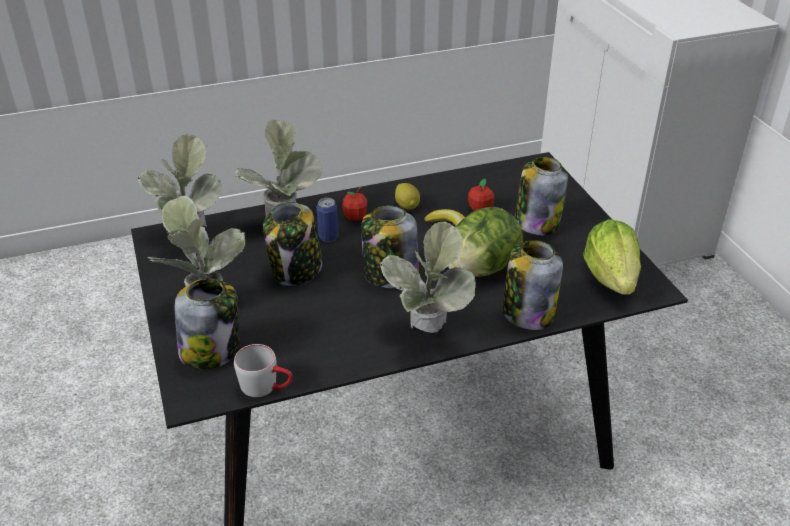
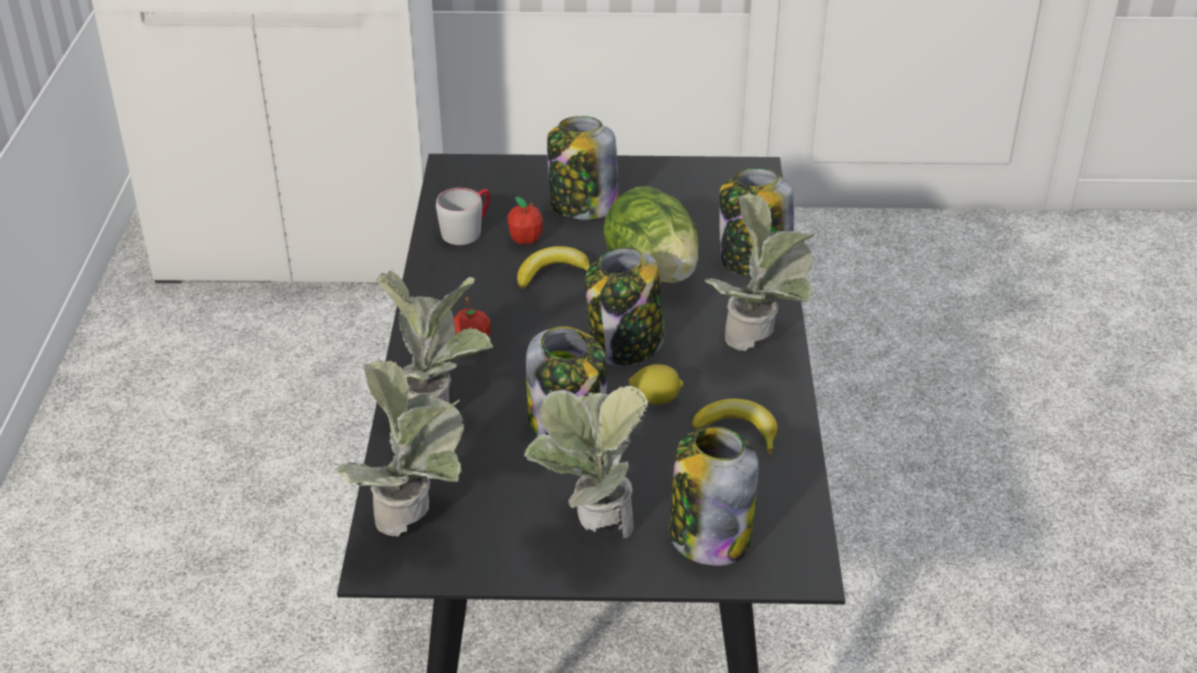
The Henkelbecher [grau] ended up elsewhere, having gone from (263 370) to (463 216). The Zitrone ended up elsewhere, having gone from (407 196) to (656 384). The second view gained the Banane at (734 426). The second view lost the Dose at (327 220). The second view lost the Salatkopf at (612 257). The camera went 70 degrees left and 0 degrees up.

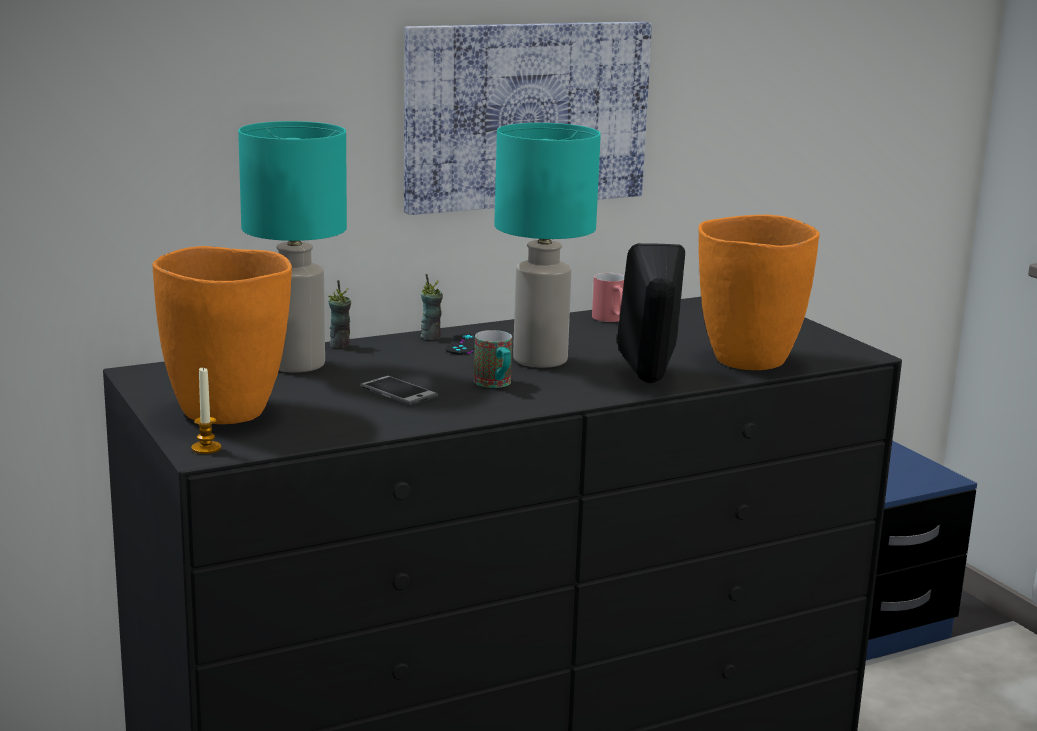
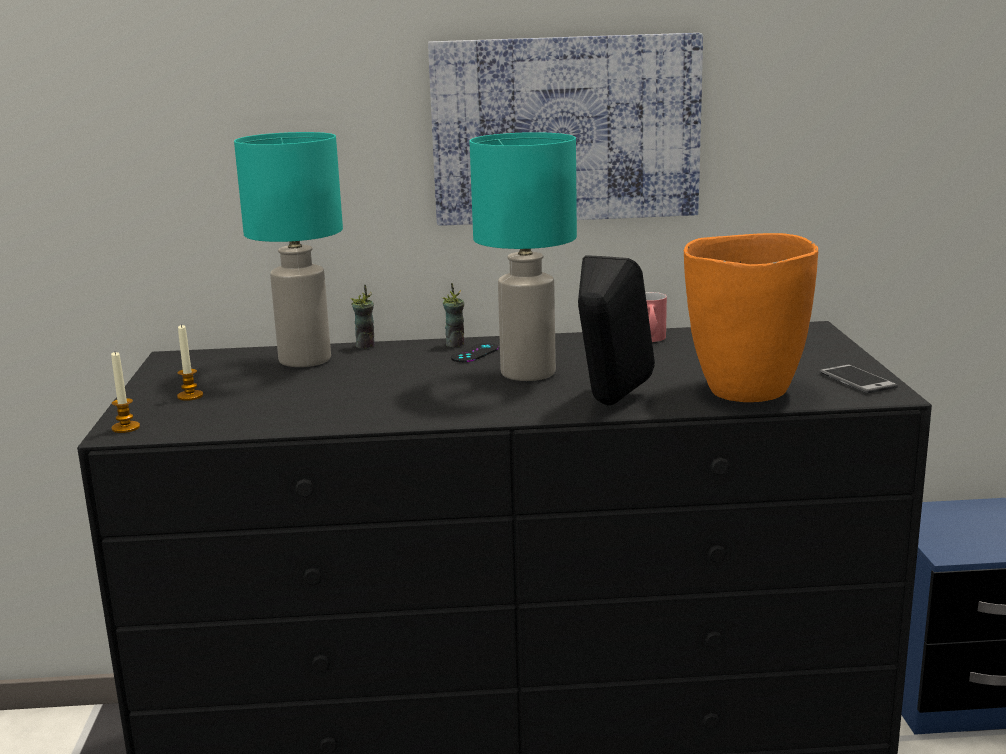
Where the Vase [orange] stood at (222 335), the Kerze came to stand at (190 362). The Handy ended up elsewhere, having gone from (399 391) to (858 379). The second view lost the Henkelbecher at (493 359). The camera went 25 degrees right and 0 degrees up.

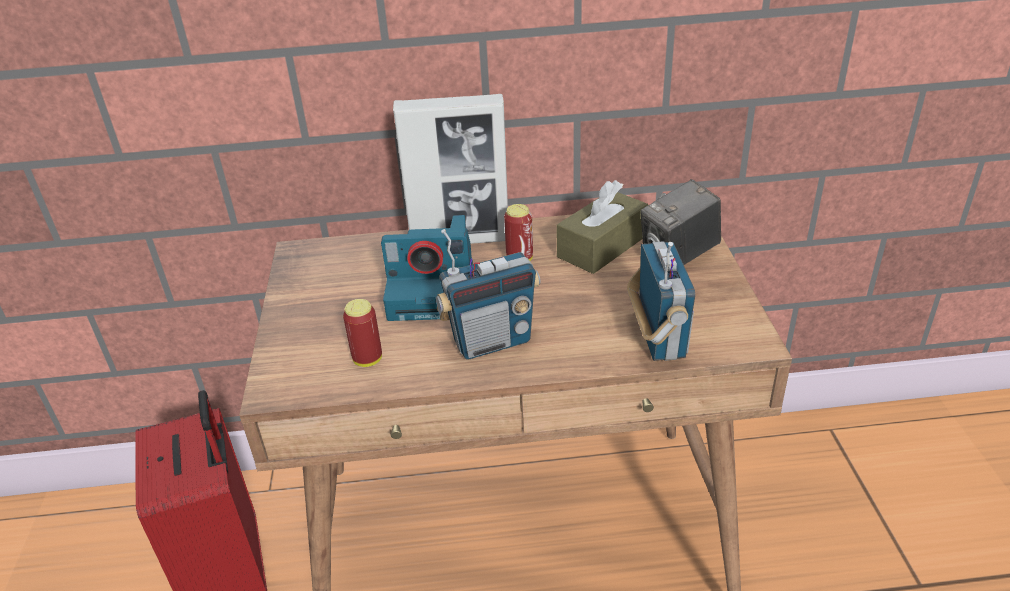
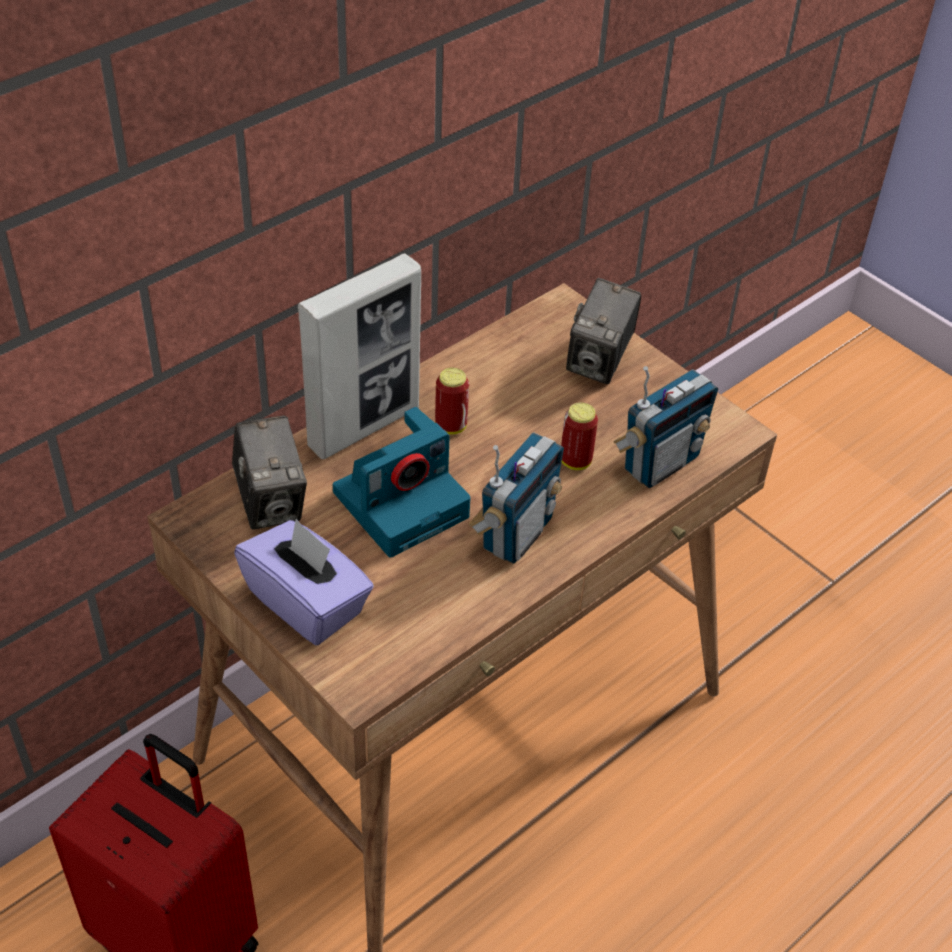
The second view gained the Kamera at (269 472). The second view gained the Taschentuchbox [lila] at (304 581). The Dose ended up elsewhere, having gone from (362 333) to (579 436). The Radio at (661 301) ended up facing another way, 90 degrees clockwise from before. The second view lost the Taschentuchbox [braun] at (602 227). The camera went 40 degrees left and 10 degrees up.

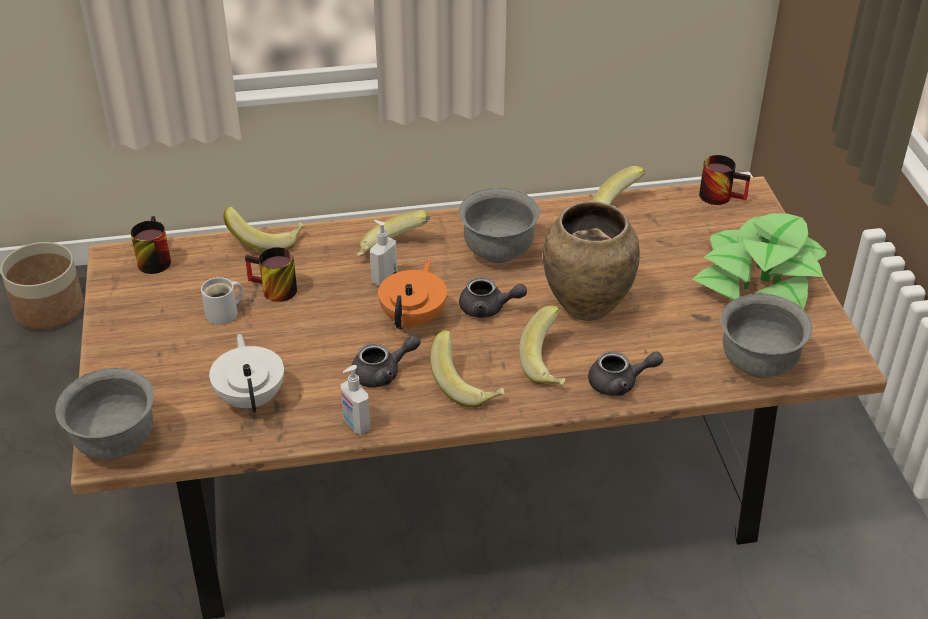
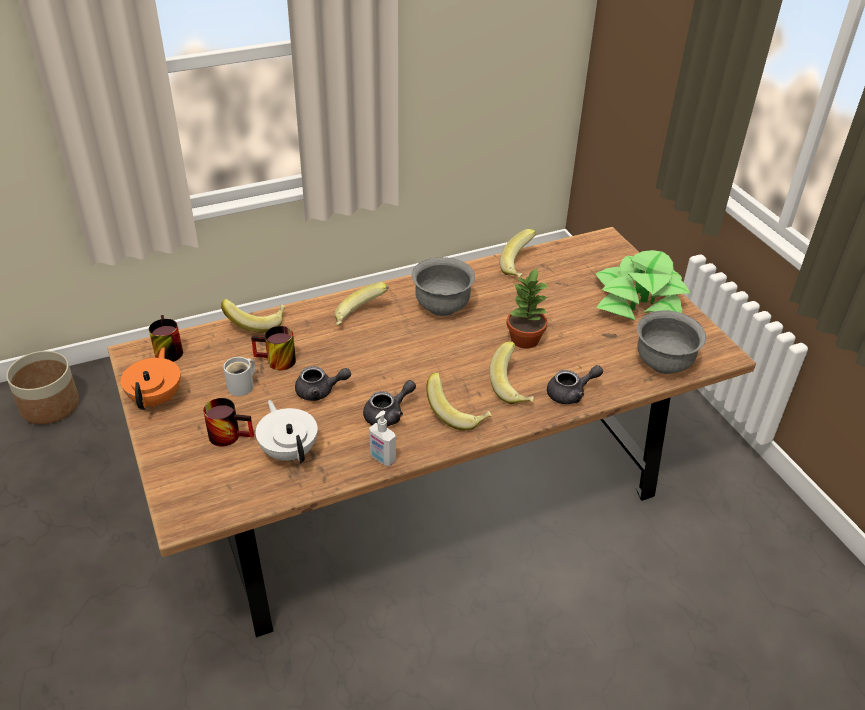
The Teekanne [orange] ended up elsewhere, having gone from (412 294) to (151 378). The Henkelbecher ended up elsewhere, having gone from (725 180) to (228 422). The Teekanne [grau] ended up elsewhere, having gone from (493 297) to (323 383). Where the Vase [braun] stood at (591 261), the Topfpflanze came to stand at (527 308). The second view lost the Schüssel [grau] at (104 413). The second view lost the Seifenspender at (384 253). The camera went 15 degrees left and 0 degrees up.

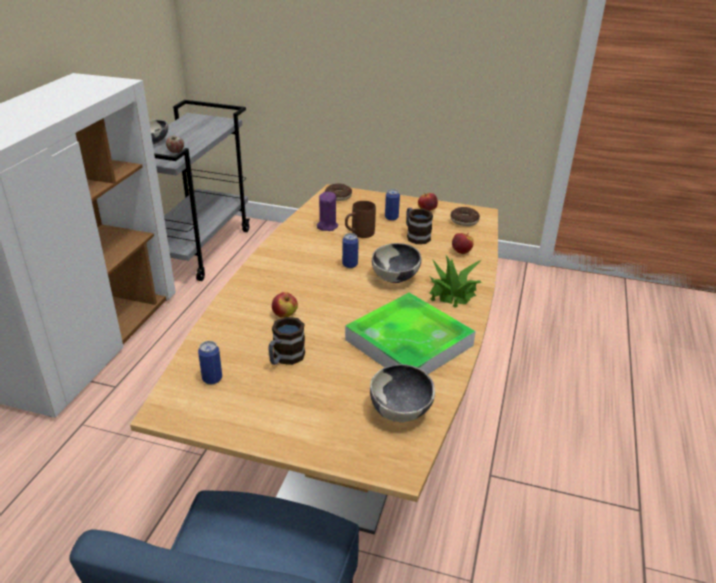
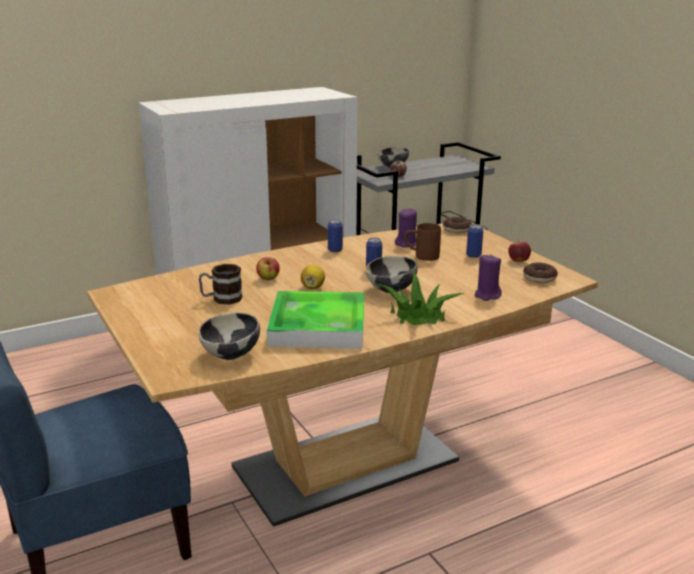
The second view gained the Zitrone at (313 277). The Dose ended up elsewhere, having gone from (210 362) to (335 235). Where the Apfel stood at (463 243), the Kerze [lila] came to stand at (488 277). The second view lost the Henkelbecher at (419 226). The camera went 45 degrees right and 10 degrees down.

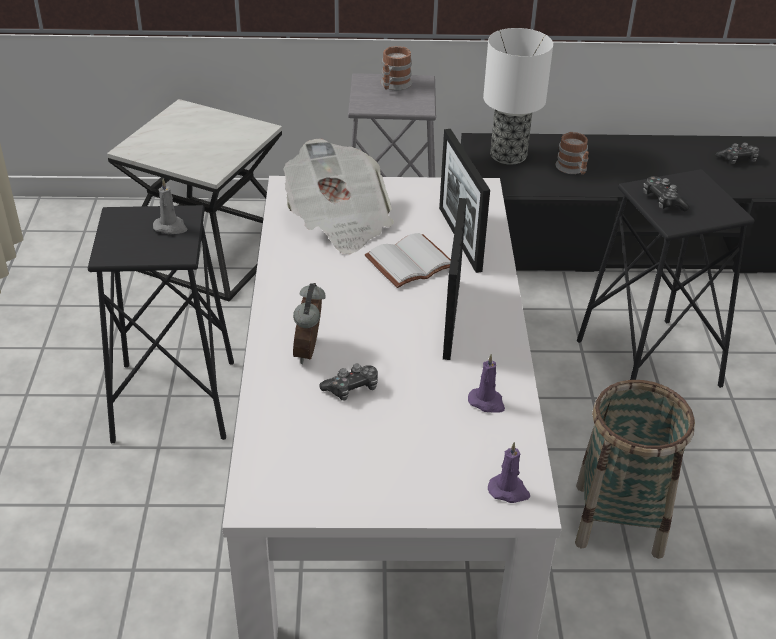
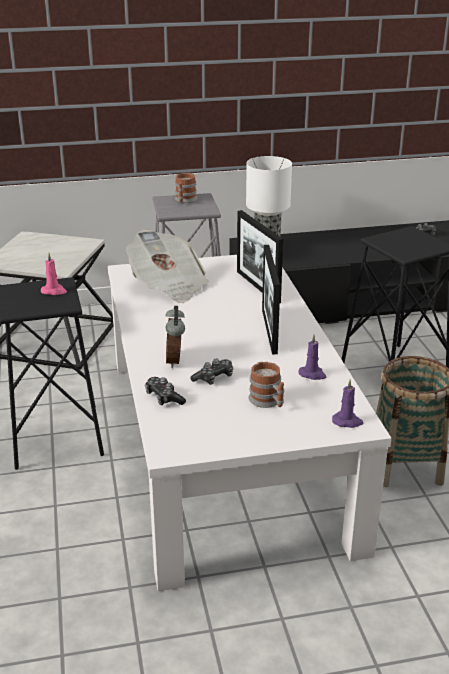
What was the Kerze [grau] at (170 206) turned into the Kerze [rosa] at (54 274). The Gamepad ended up elsewhere, having gone from (666 193) to (165 391). The Henkelbecher ended up elsewhere, having gone from (572 153) to (266 385). The second view lost the Buch [weiß] at (408 260). The camera went 10 degrees left and 10 degrees down.

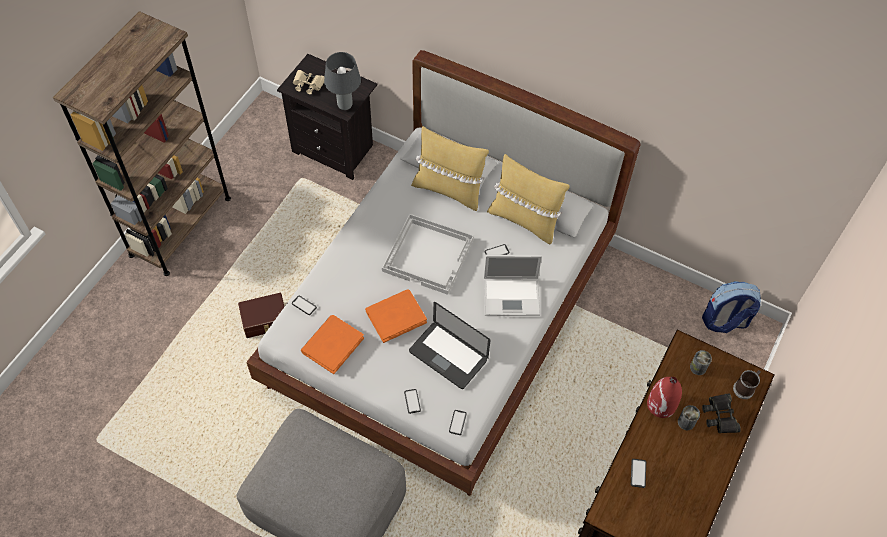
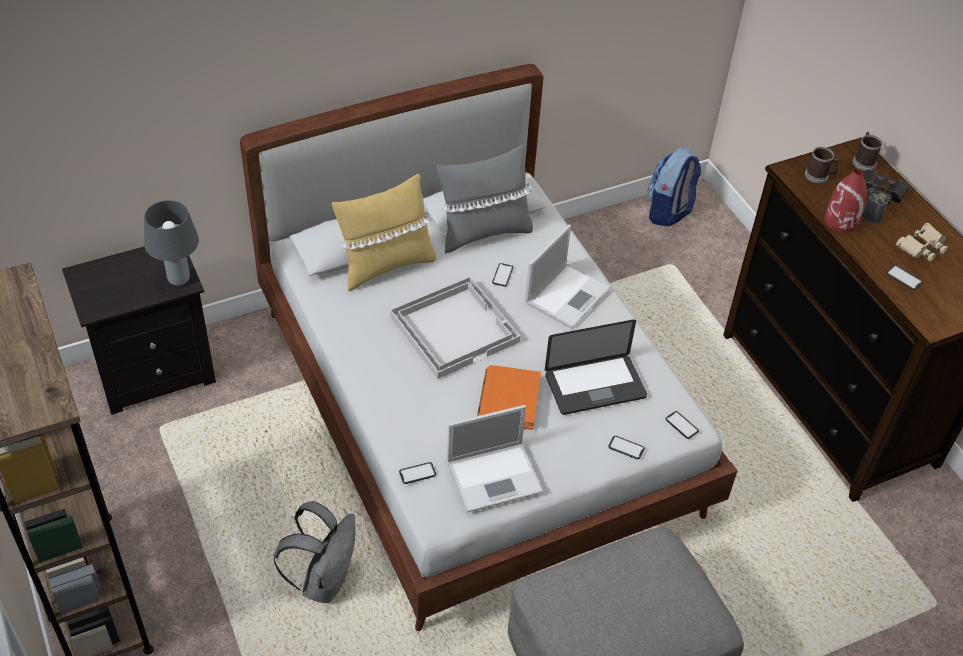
Where the Aufbewahrungsbox [braun] stood at (261 315), the Rucksack [grau] came to stand at (314 552). What was the Kissen [gelb] at (528 199) turned into the Kissen [grau] at (485 199). Where the Buch [orange] stood at (332 344), the Laptop came to stand at (495 459). Where the Dose stood at (701 362), the Henkelbecher came to stand at (822 165). The Fernglas [beige] ended up elsewhere, having gone from (308 82) to (922 242). The camera went 55 degrees left and 10 degrees down.

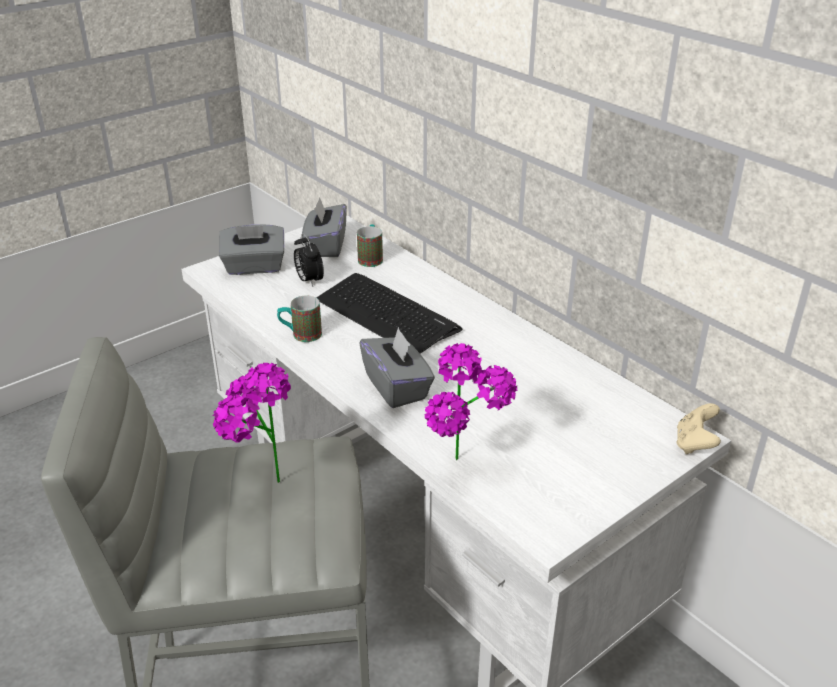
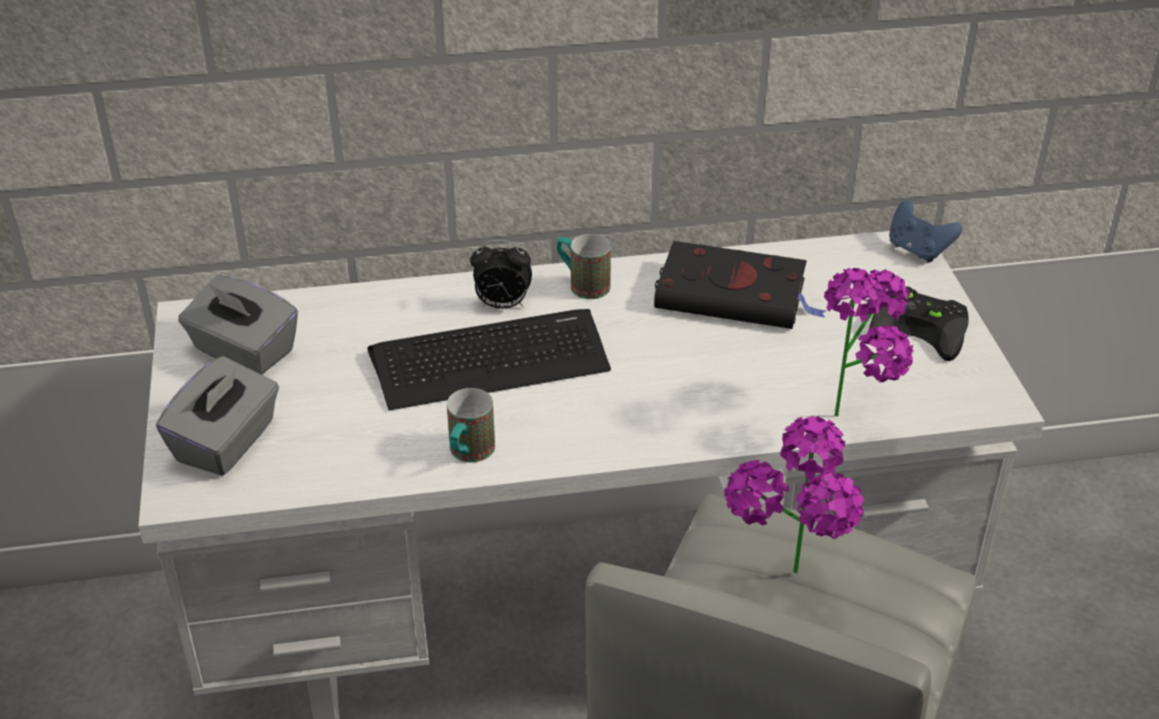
The Wecker ended up elsewhere, having gone from (309 260) to (501 274). The Henkelbecher ended up elsewhere, having gone from (370 245) to (584 266). The second view gained the Buch [schwarz] at (740 285). The second view gained the Gamepad [schwarz] at (919 323). What was the Gamepad [beige] at (698 428) turned into the Gamepad [blau] at (925 231). The second view lost the Taschentuchbox [grau] at (397 367). The camera went 60 degrees left and 5 degrees up.

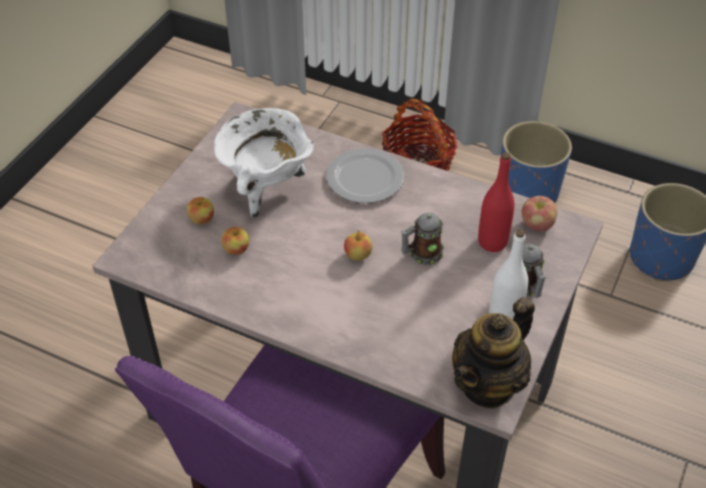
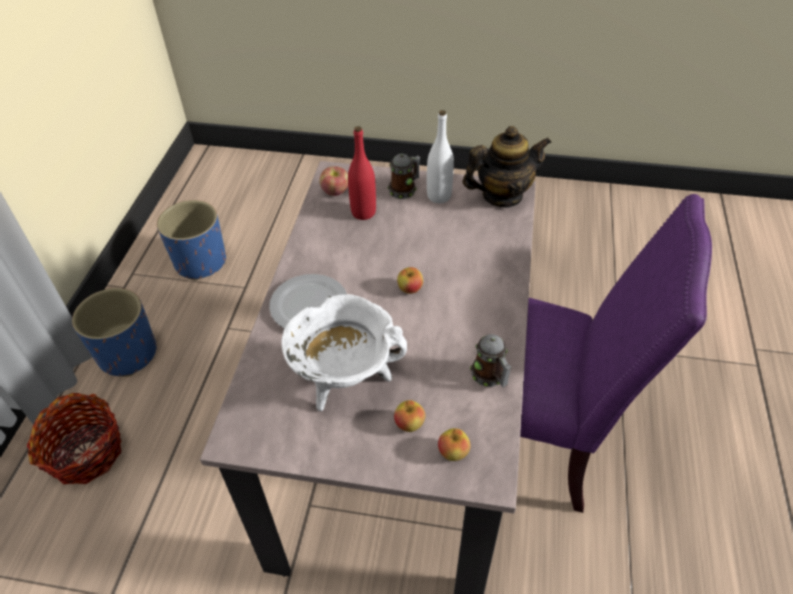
The Apfel ended up elsewhere, having gone from (235 241) to (454 444). The Teekanne at (493 353) ended up facing another way, 45 degrees counterclockwise from before. The Henkelbecher ended up elsewhere, having gone from (422 239) to (491 360). The camera went 105 degrees left and 0 degrees up.

